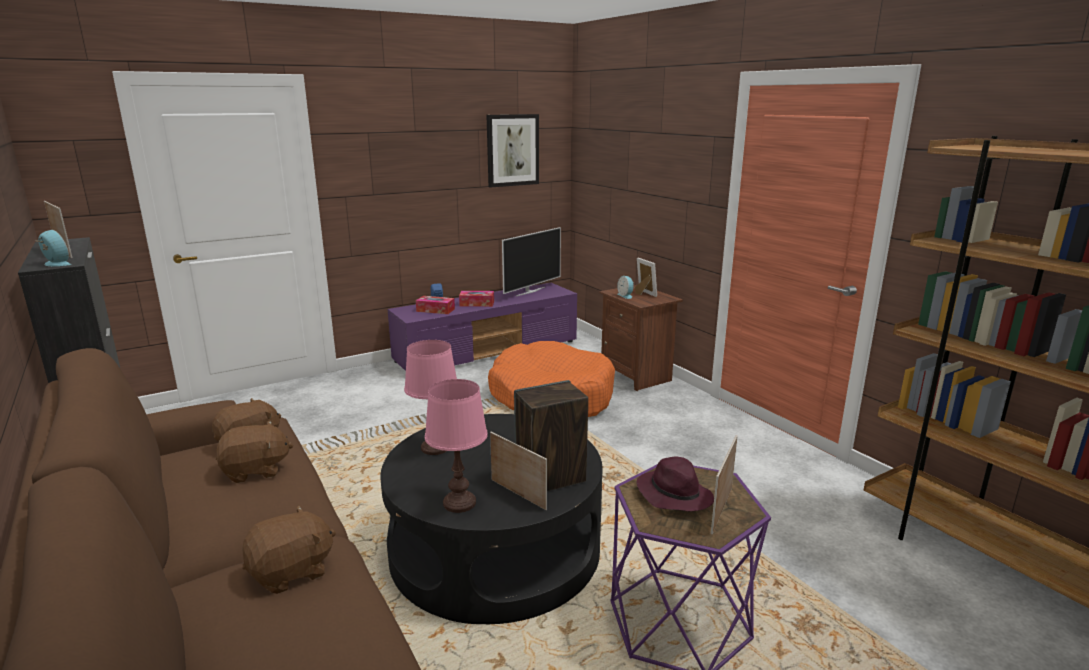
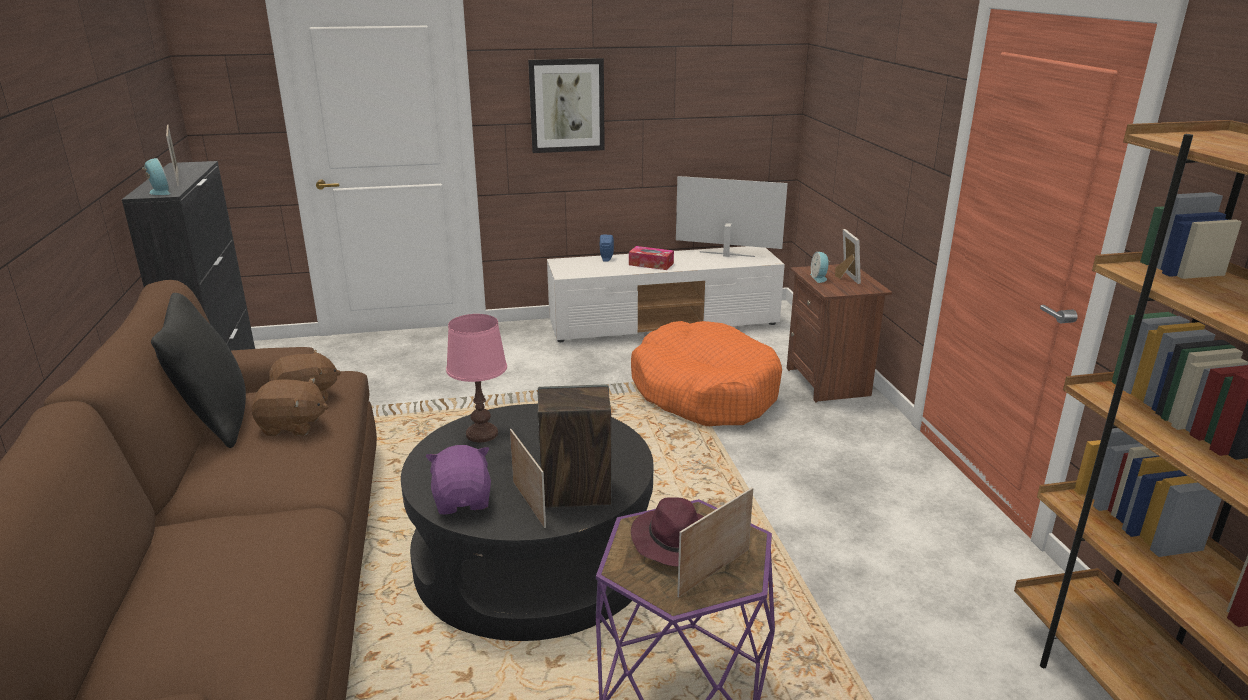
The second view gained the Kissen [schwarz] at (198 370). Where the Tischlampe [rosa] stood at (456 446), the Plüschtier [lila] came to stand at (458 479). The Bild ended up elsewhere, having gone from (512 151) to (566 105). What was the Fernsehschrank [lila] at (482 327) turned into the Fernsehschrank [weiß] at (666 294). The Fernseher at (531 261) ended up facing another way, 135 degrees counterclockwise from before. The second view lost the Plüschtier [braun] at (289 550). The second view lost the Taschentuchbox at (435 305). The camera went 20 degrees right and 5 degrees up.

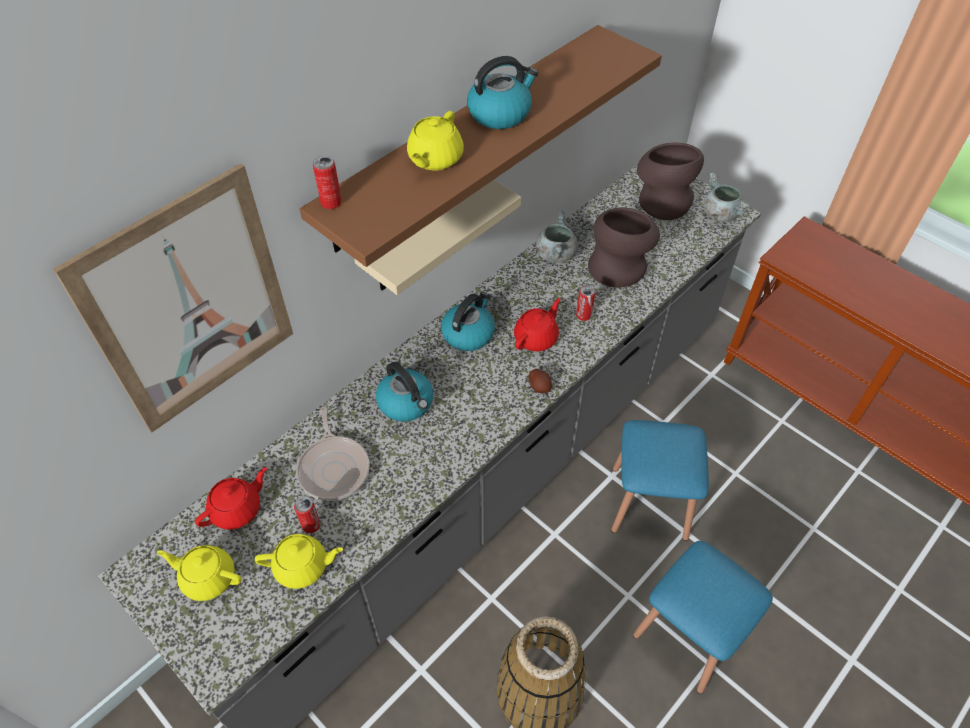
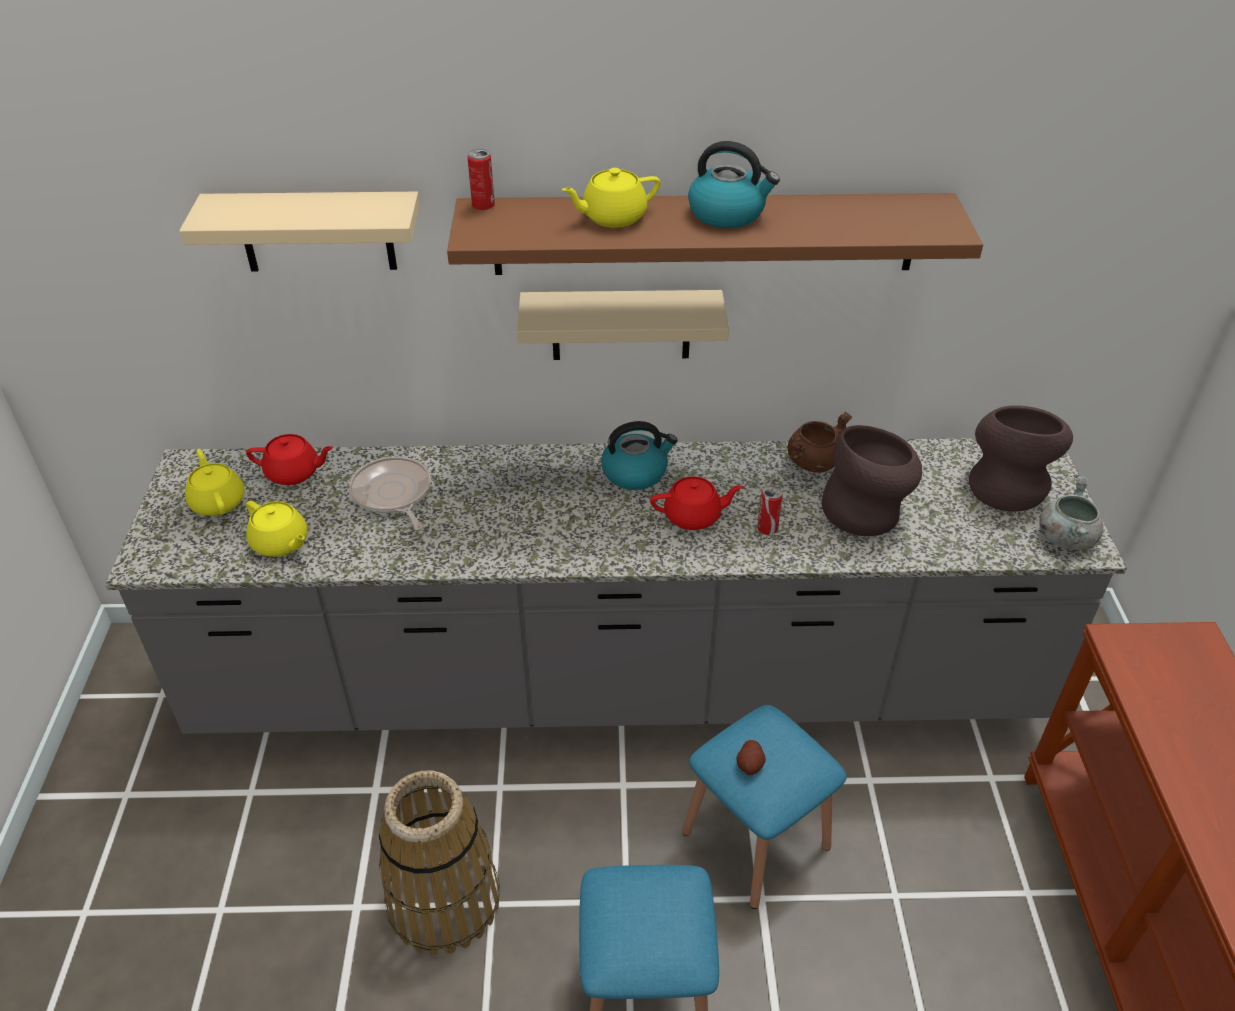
Where the Bild hung at (173 298), the Wandregal [beige] came to hang at (299 231). The Pfanne at (333 453) ended up facing another way, 120 degrees clockwise from before. The Kartoffel ended up elsewhere, having gone from (540 381) to (751 757). What was the Kochtopf [grau] at (557 236) turned into the Kochtopf [braun] at (819 442). The second view lost the Dose at (307 514). The second view lost the Wasserkessel at (404 392). The camera went 45 degrees right and 10 degrees down.

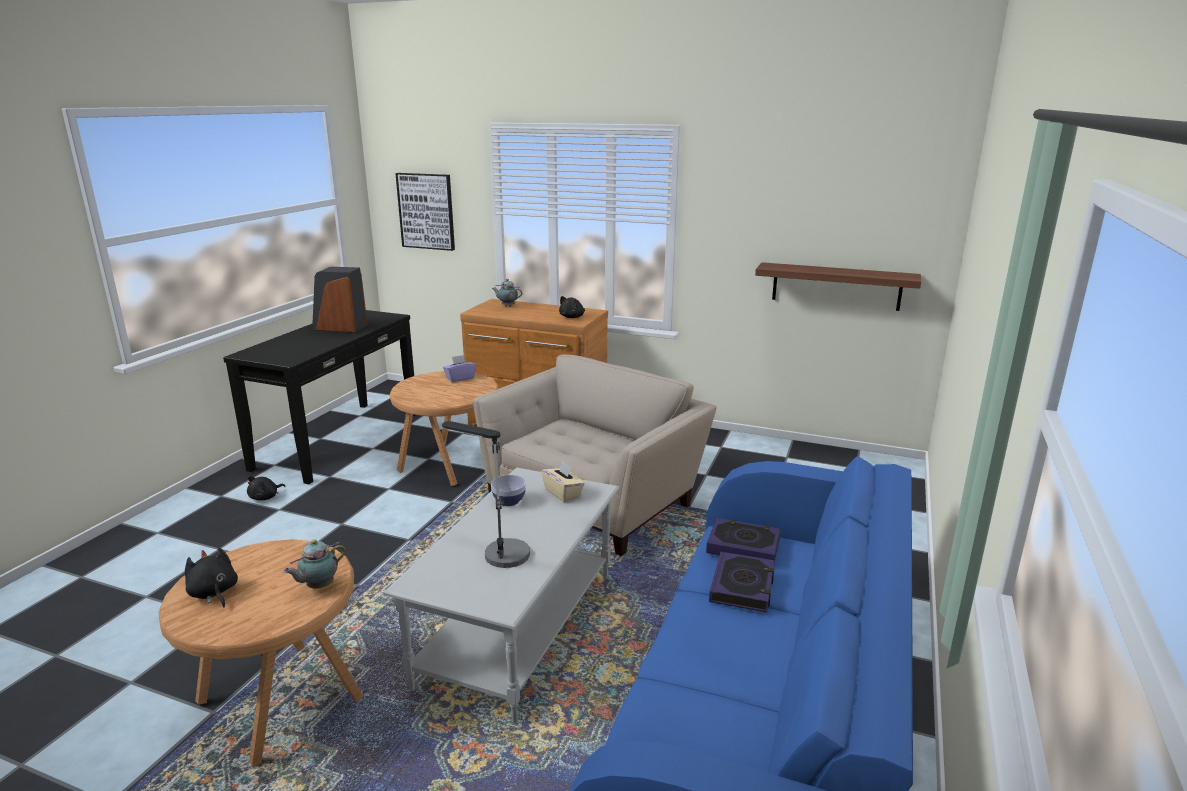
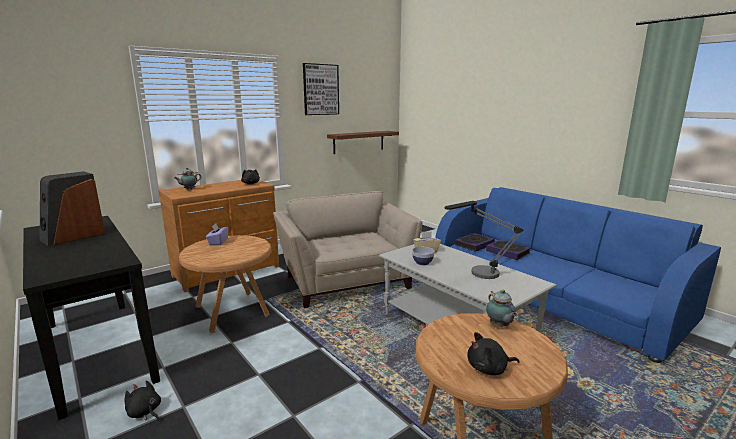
The Plüschtier [schwarz] at (266 488) ended up facing another way, 150 degrees clockwise from before. The Bild ended up elsewhere, having gone from (425 212) to (321 89). The camera went 60 degrees left and 5 degrees down.

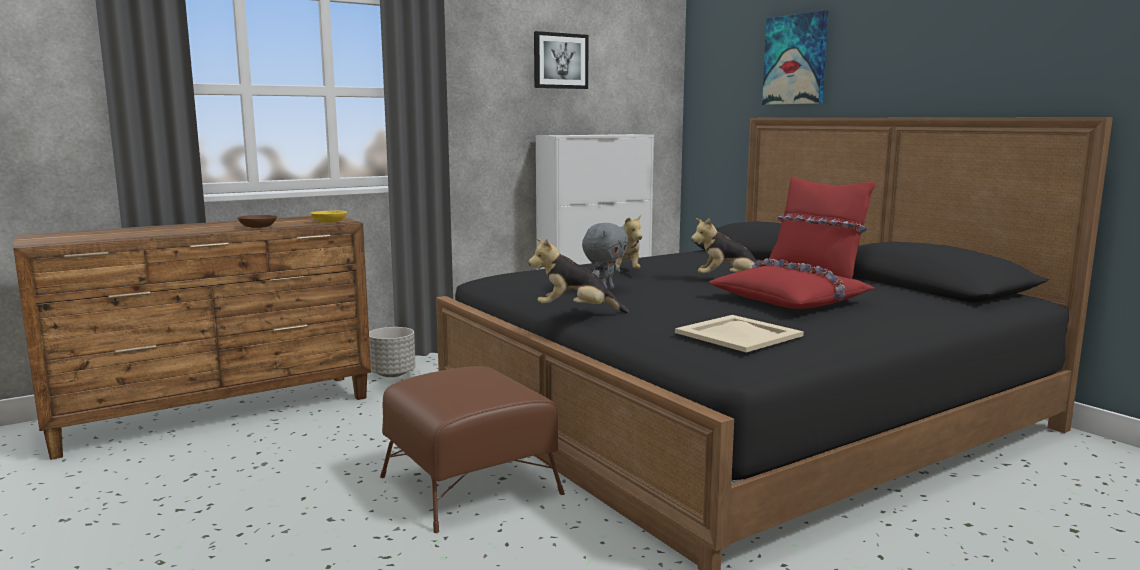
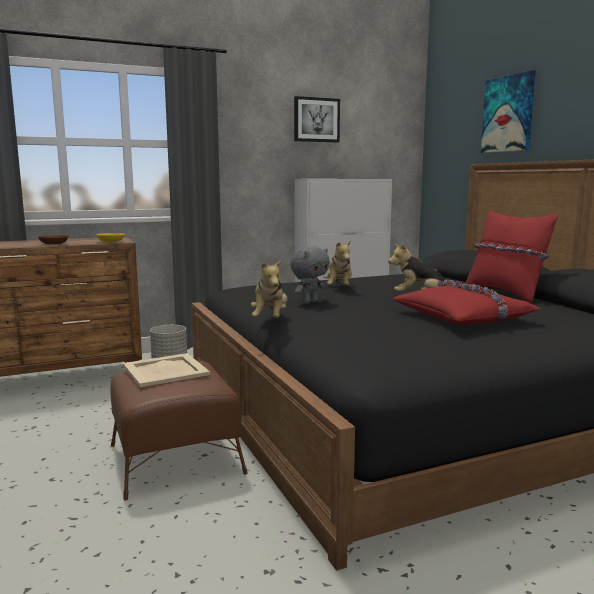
The Tablett [beige] ended up elsewhere, having gone from (739 333) to (166 370). The Plüschtier at (578 275) ended up facing another way, 105 degrees counterclockwise from before. The camera went 10 degrees right and 0 degrees up.

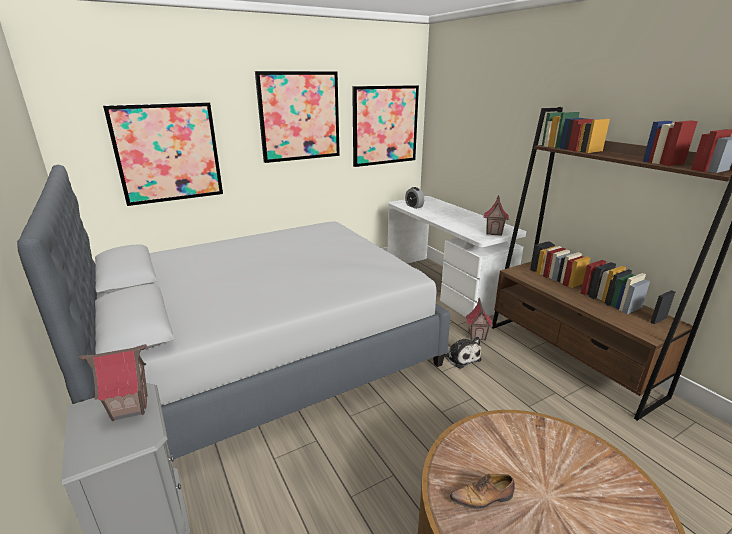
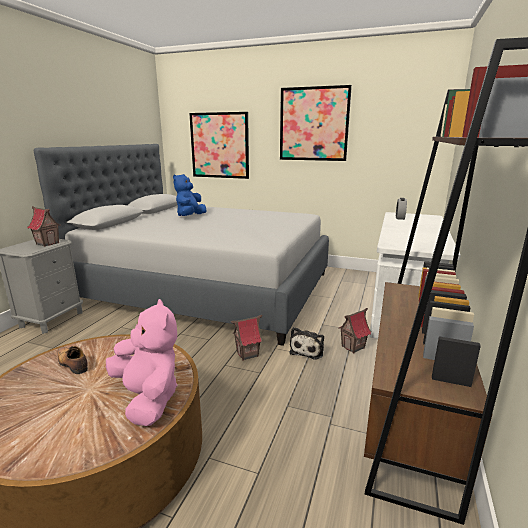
The second view gained the Plüschtier [rosa] at (142 362). The second view gained the Plüschtier [blau] at (189 195). The Spielzeughaus ended up elsewhere, having gone from (496 215) to (247 338). The second view lost the Bild at (385 126). The camera went 50 degrees right and 5 degrees down.

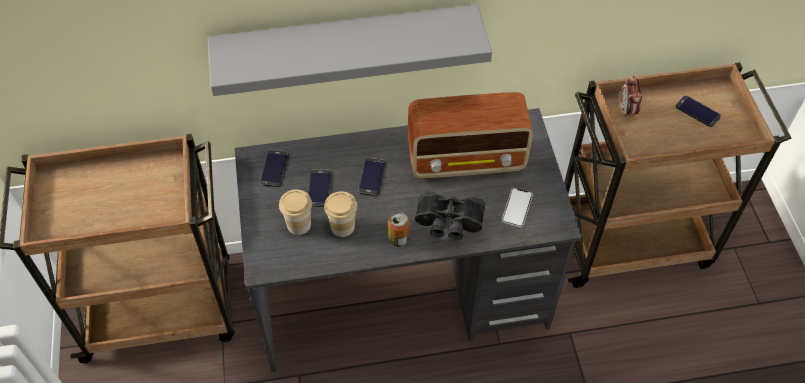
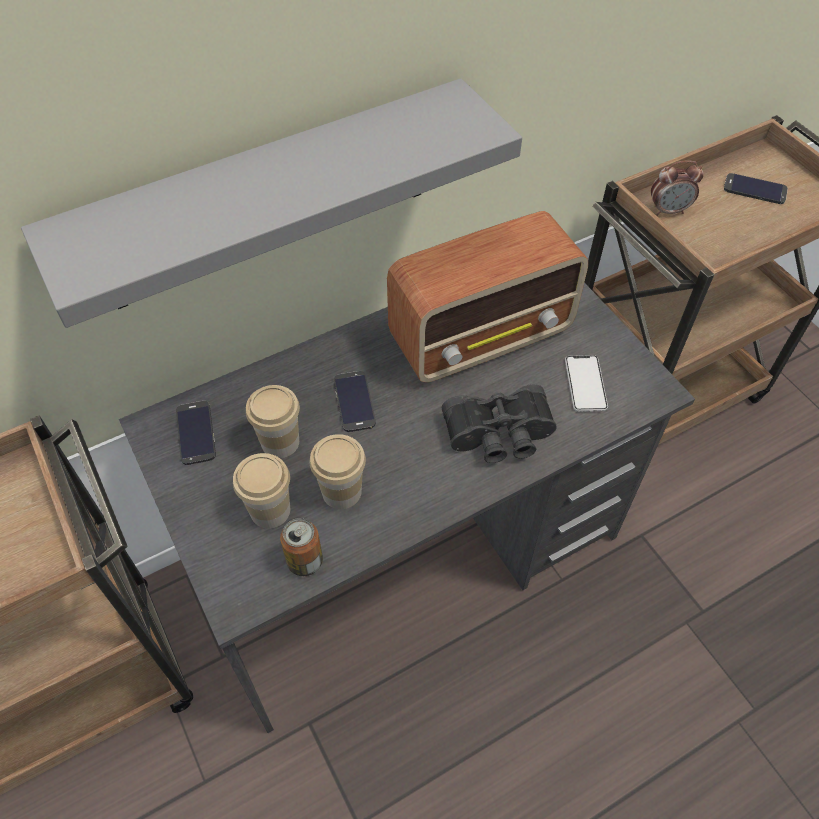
Where the Handy stood at (319 188), the Tasse came to stand at (273 421). The Dose ended up elsewhere, having gone from (399 229) to (301 547). The Wecker at (631 97) ended up facing another way, 75 degrees counterclockwise from before. The camera went 20 degrees left and 0 degrees up.

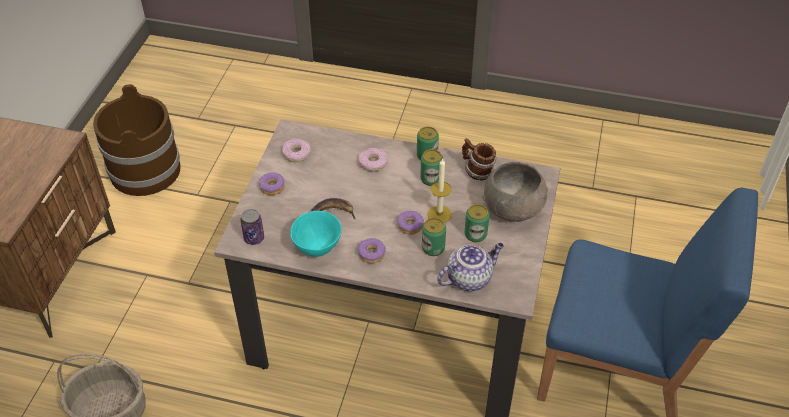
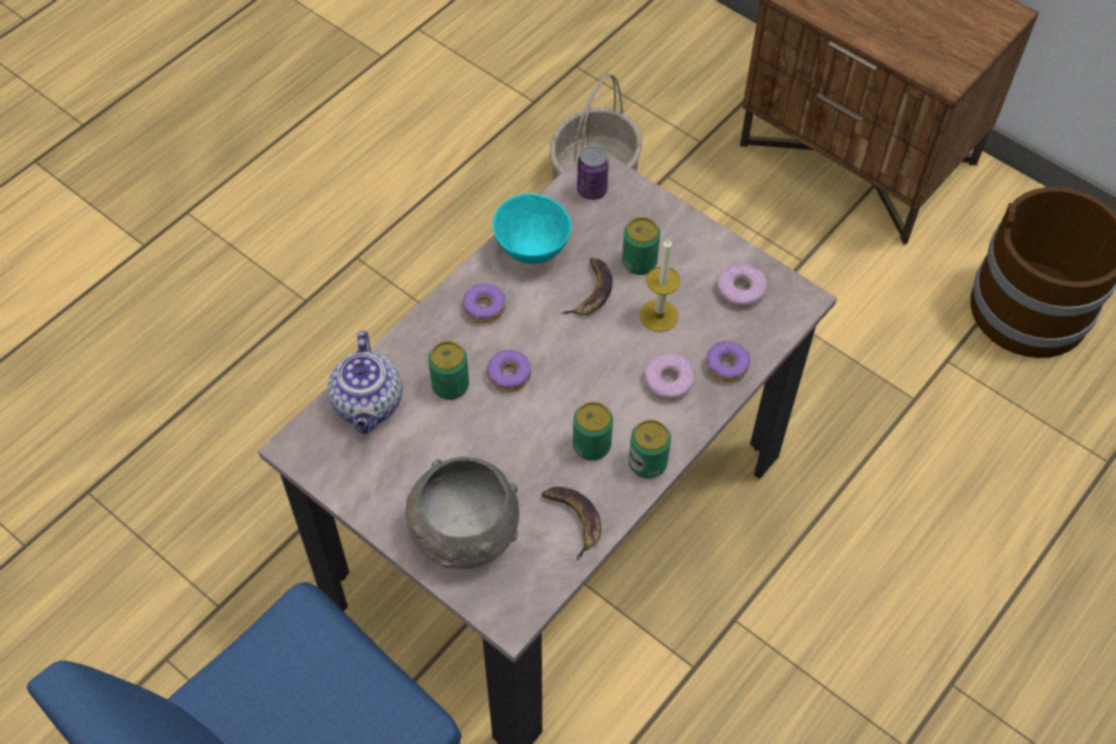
Where the Henkelbecher stood at (479 159), the Banane came to stand at (571 523). The Dose ended up elsewhere, having gone from (477 223) to (641 246). The Kerze ended up elsewhere, having gone from (440 190) to (660 284). The Donut ended up elsewhere, having gone from (272 183) to (728 361). The camera went 115 degrees right and 10 degrees up.

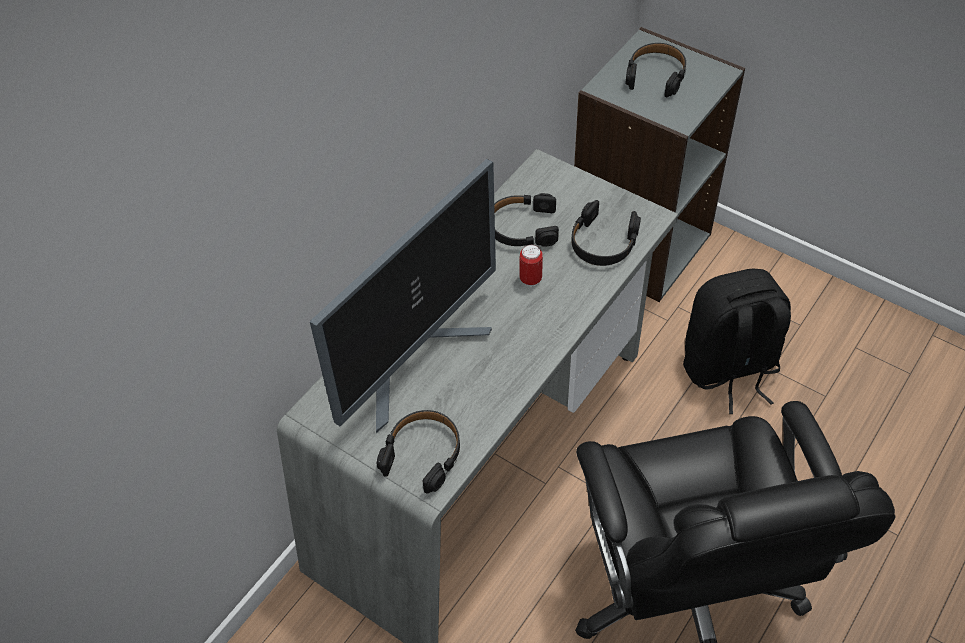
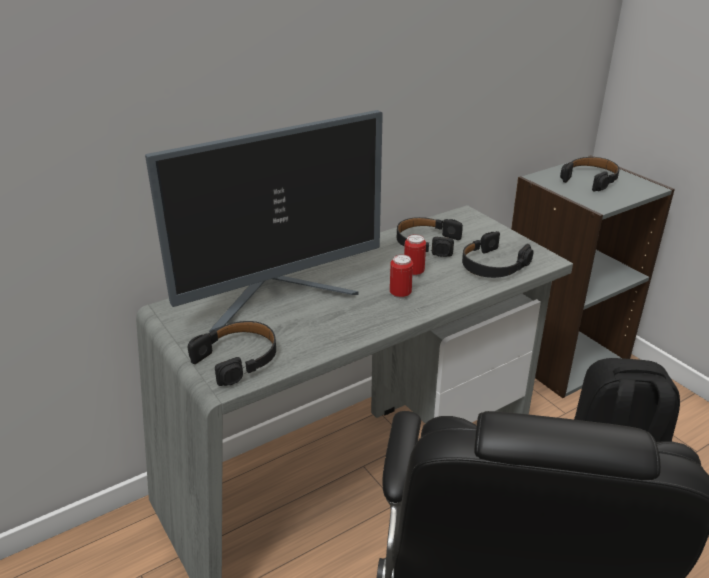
The second view gained the Dose at (401 276). The camera went 20 degrees right and 20 degrees down.

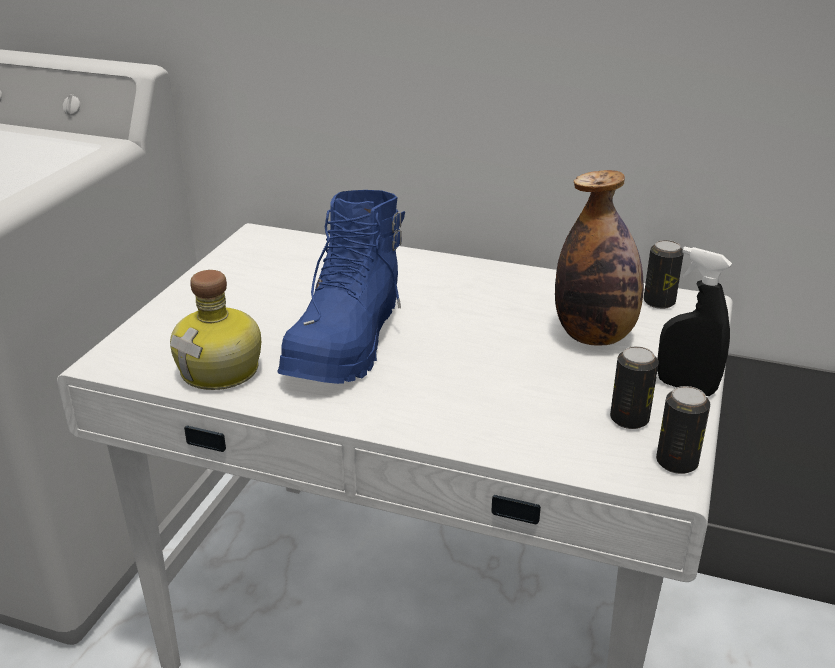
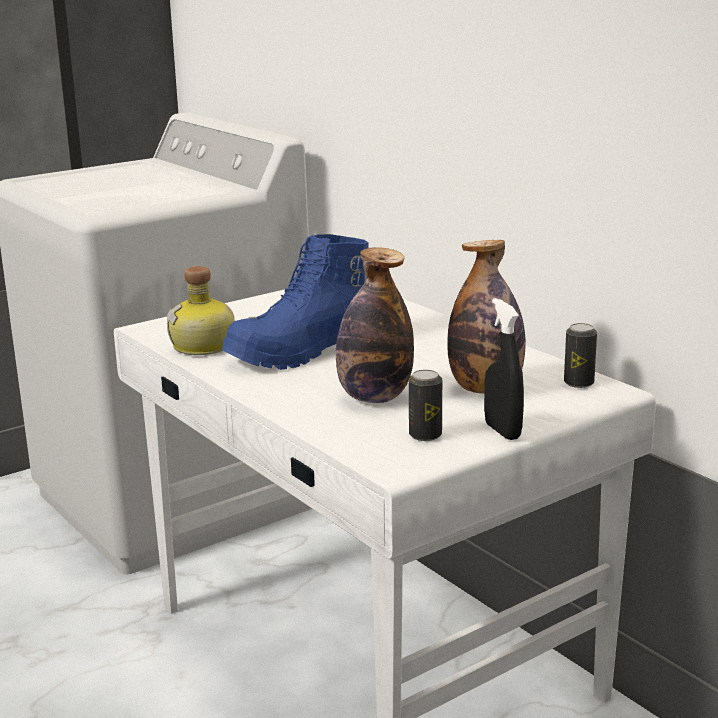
The second view gained the Flasche at (375 325). The second view lost the Dose at (683 430). The camera went 35 degrees right and 10 degrees down.

